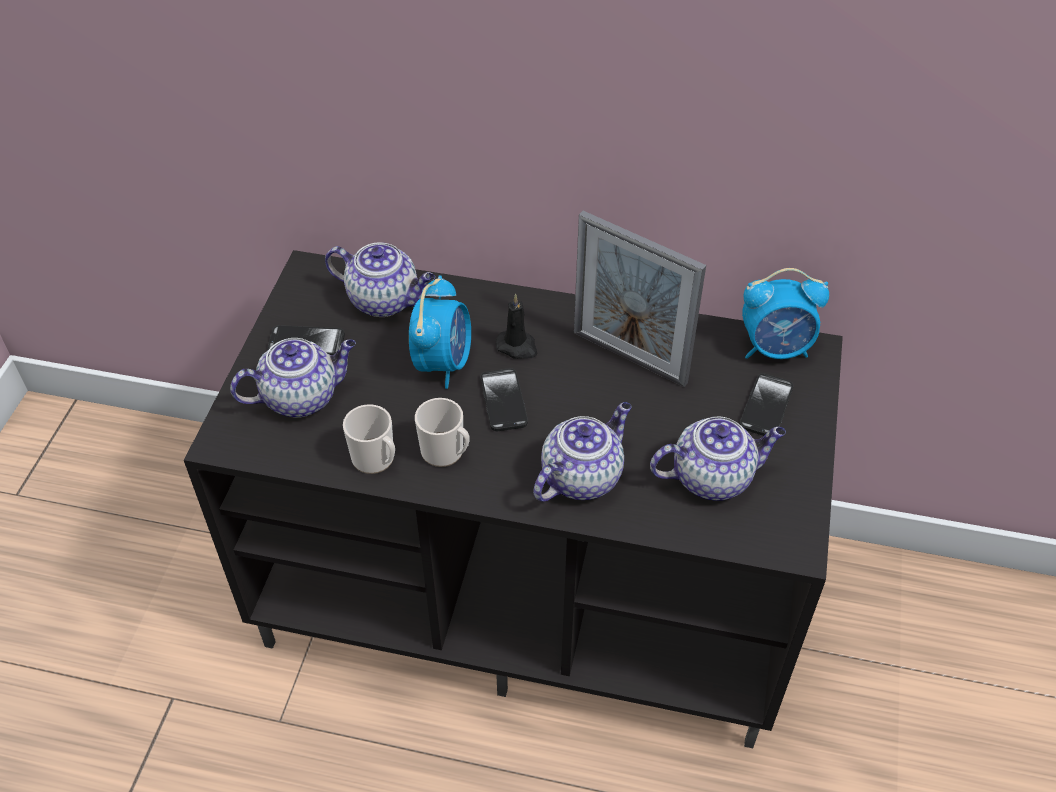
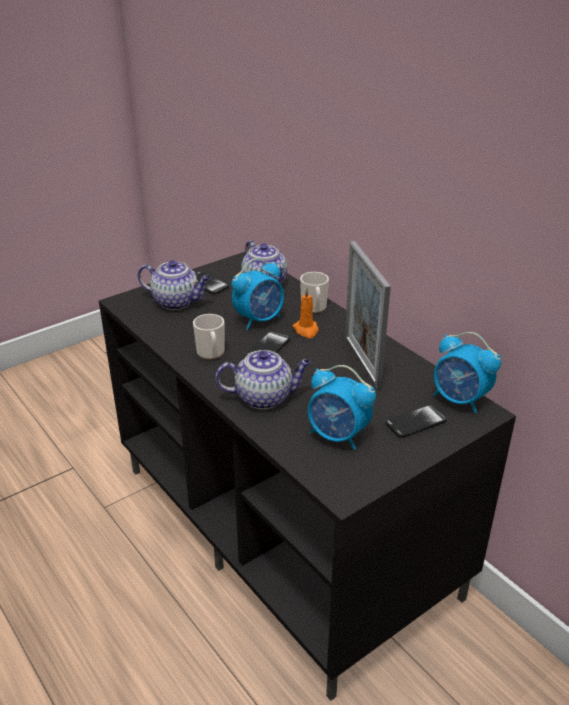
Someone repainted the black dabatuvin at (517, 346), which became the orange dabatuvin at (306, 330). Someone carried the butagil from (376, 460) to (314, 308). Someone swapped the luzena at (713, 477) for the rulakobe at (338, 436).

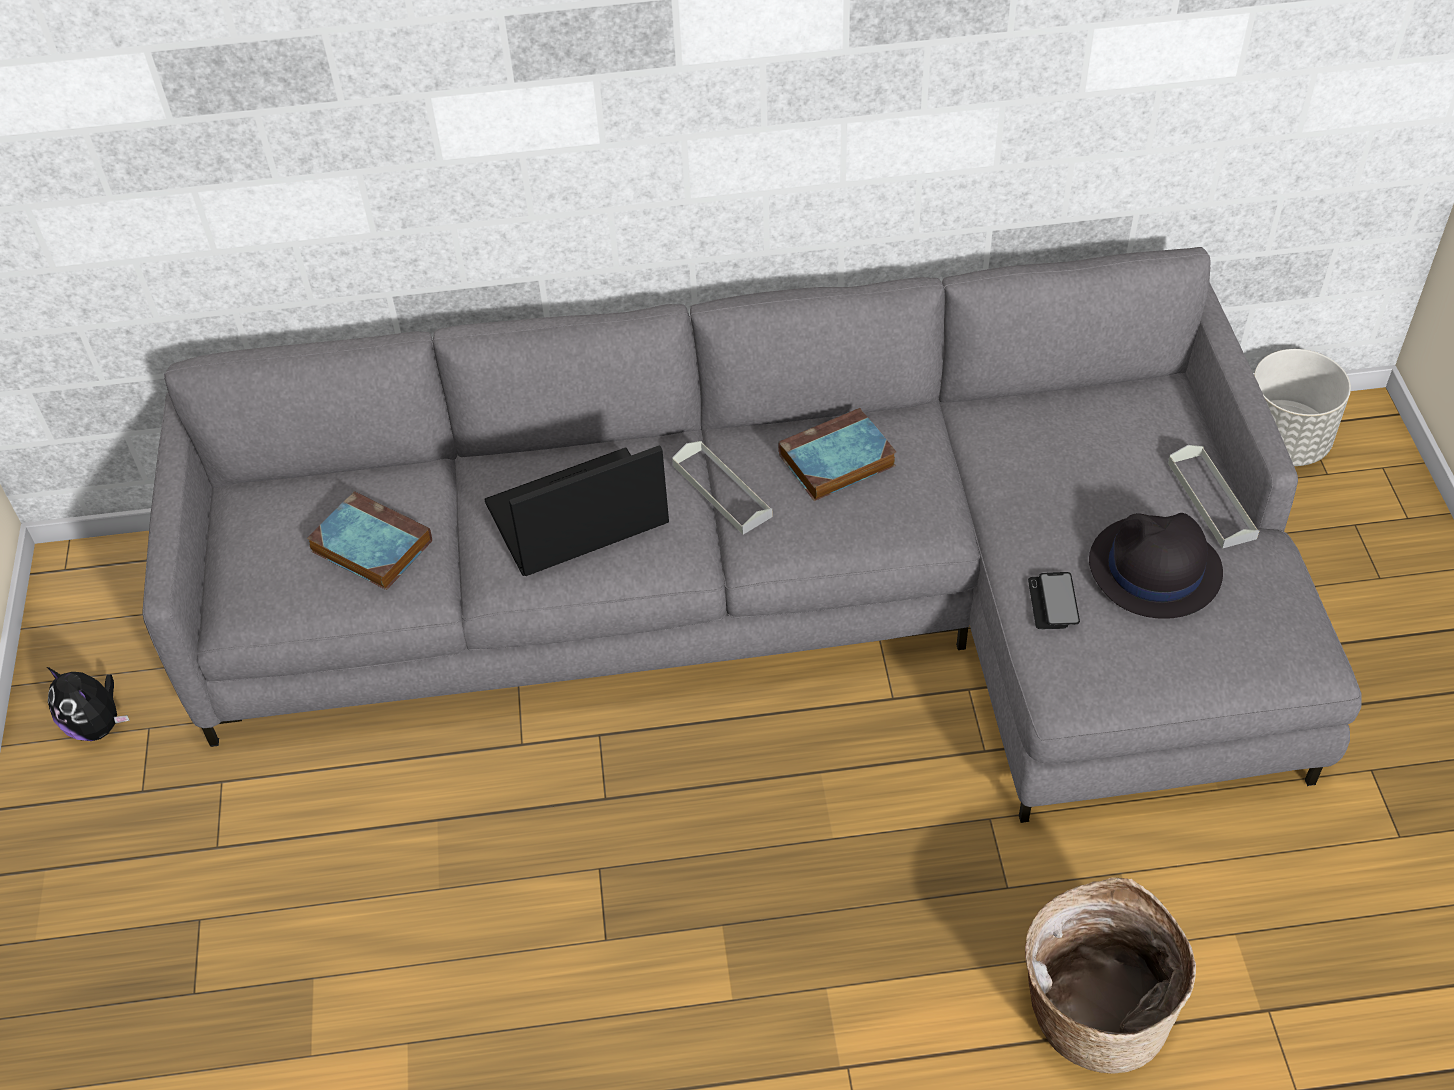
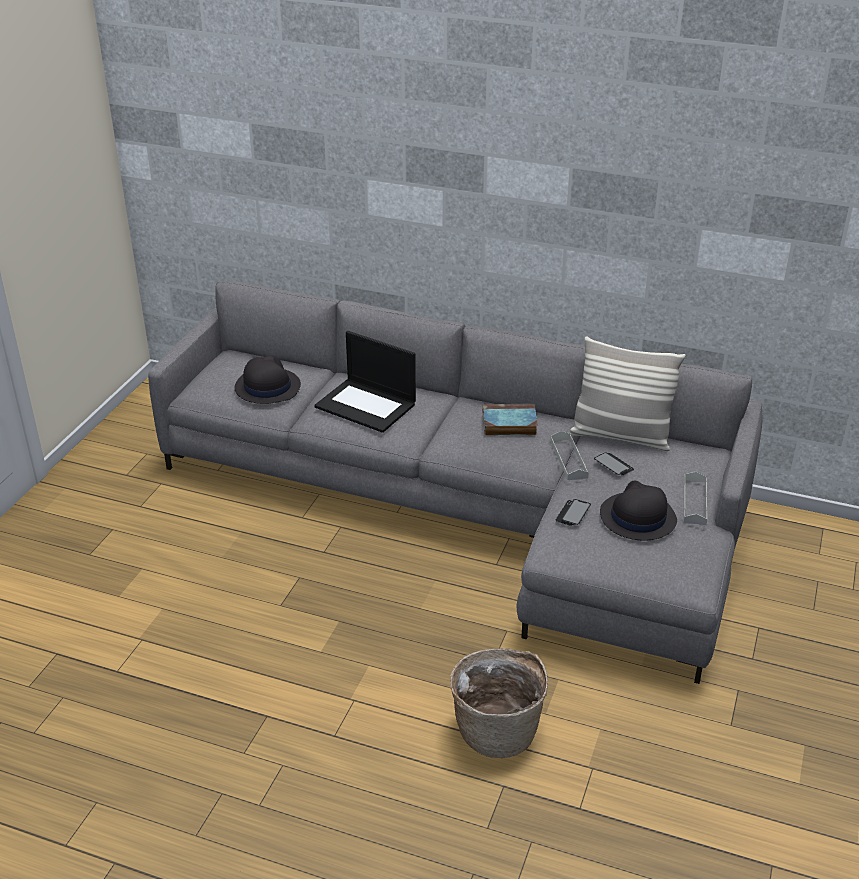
Someone took away the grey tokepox at (1284, 441). Someone carried the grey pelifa from (721, 490) to (568, 459). Someone rotated the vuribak at (576, 516) by 150 degrees counterclockwise. Someone swapped the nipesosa at (369, 546) for the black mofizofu at (267, 387). Someone took away the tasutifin at (98, 725). Someone put down the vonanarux at (620, 436). Someone put down the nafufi at (613, 465).

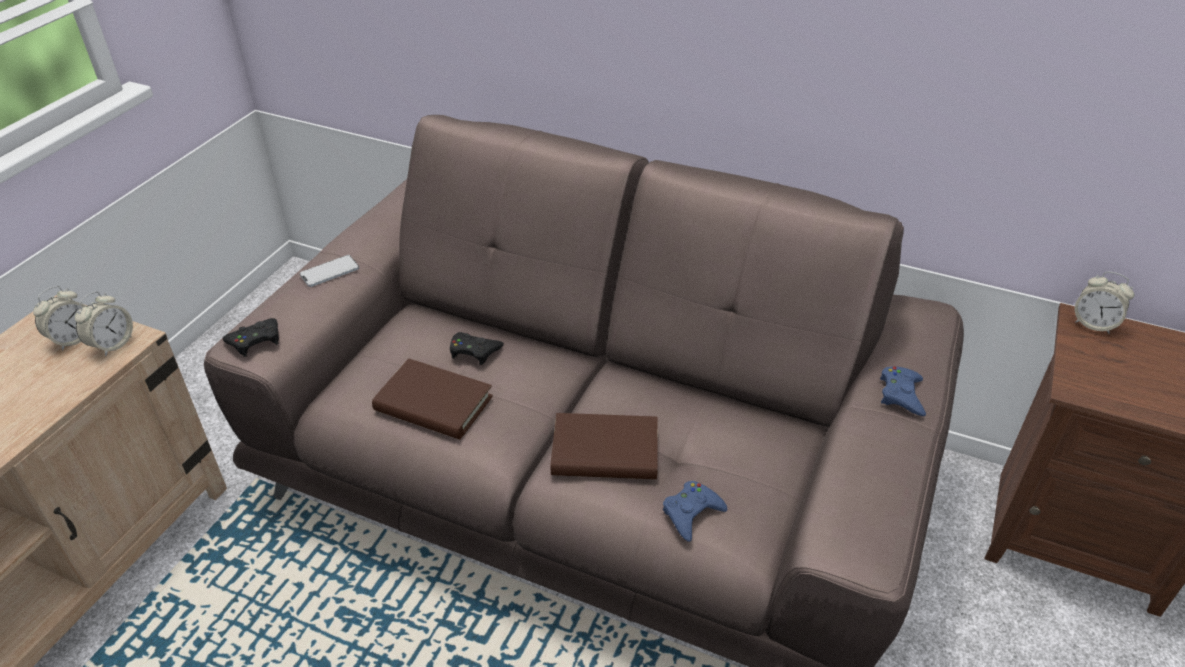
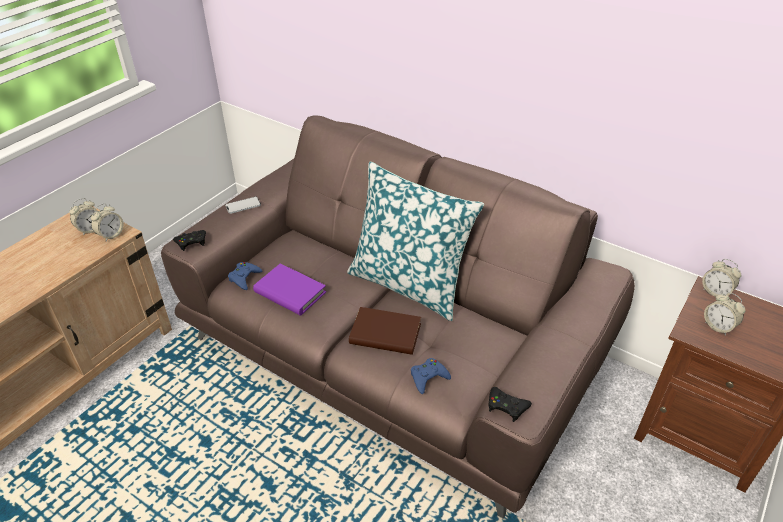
Someone carried the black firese from (474, 351) to (506, 406). Someone repainted the brown nipesosa at (433, 404), which became the purple nipesosa at (290, 292). Someone carried the blue firese from (901, 394) to (244, 278). Someone put down the vonanarux at (409, 284). Someone put down the rulakobe at (718, 326).

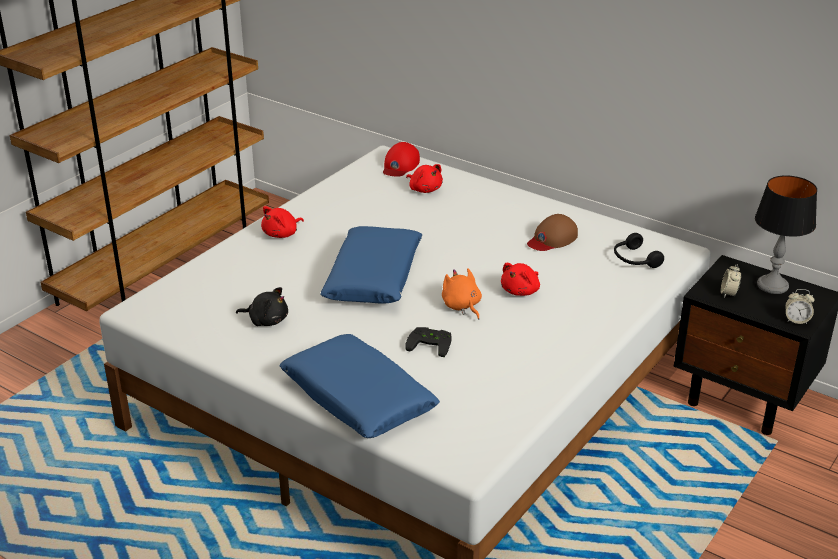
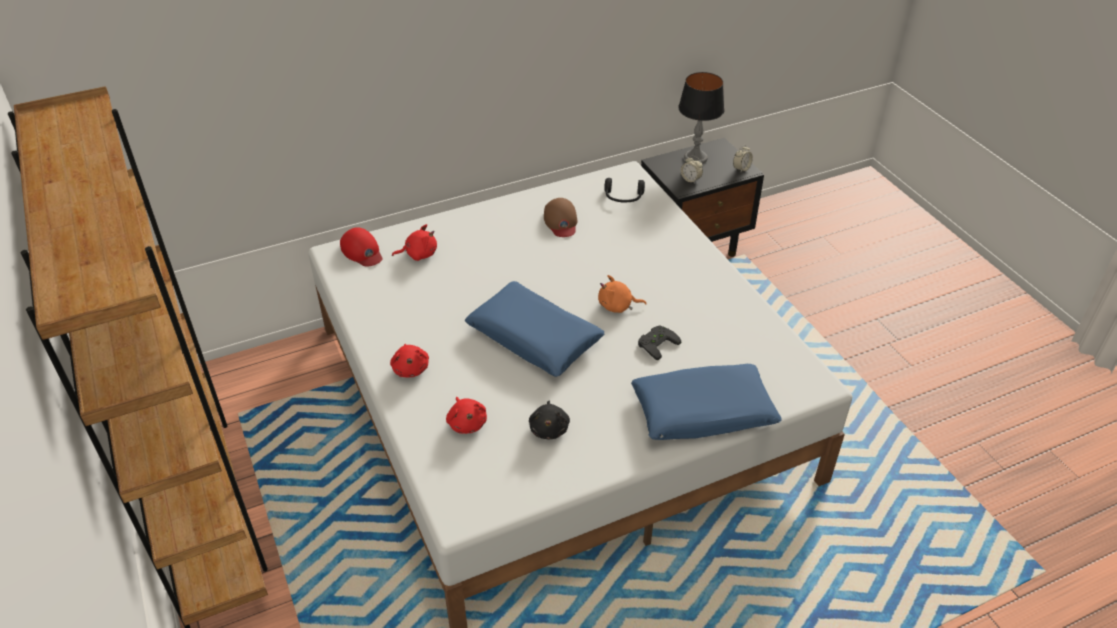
Someone carried the red tasutifin from (521, 291) to (467, 423). Someone rotated the black tasutifin at (266, 320) by 135 degrees clockwise.

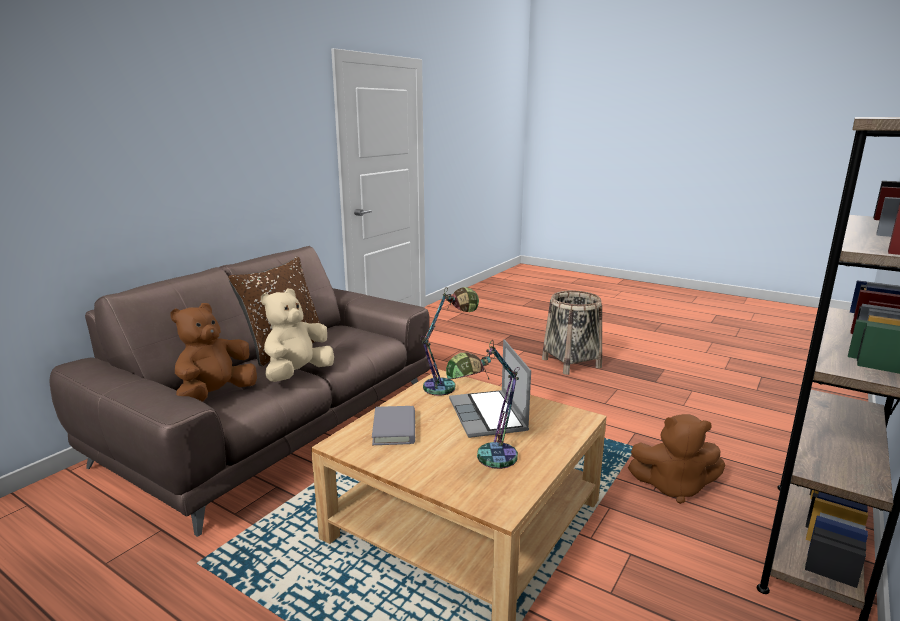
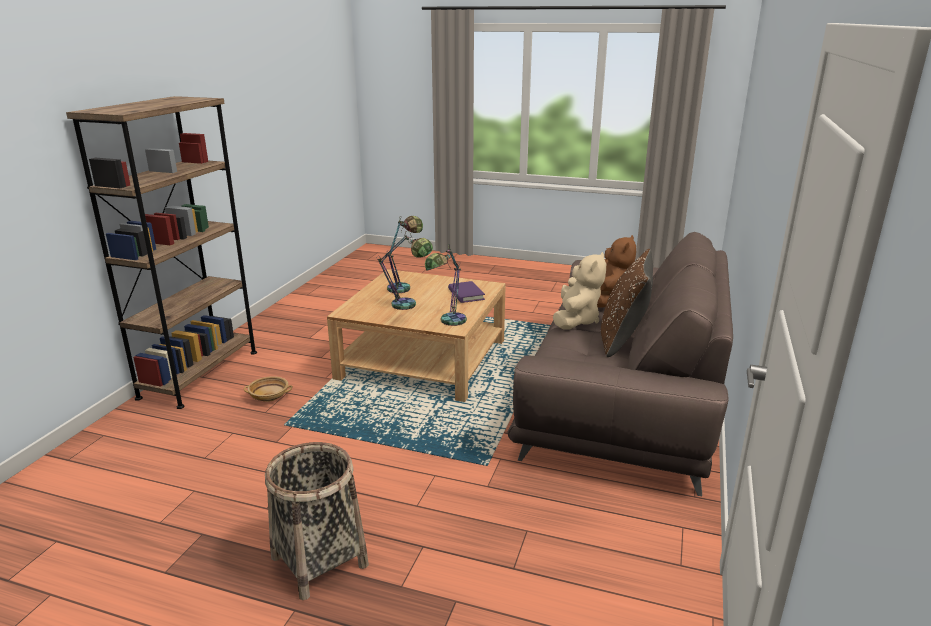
Someone swapped the vuribak at (489, 416) for the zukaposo at (409, 307). Someone repainted the grey nipesosa at (394, 428), which became the purple nipesosa at (466, 294). Someone swapped the brown tasutifin at (673, 487) for the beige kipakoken at (269, 396).

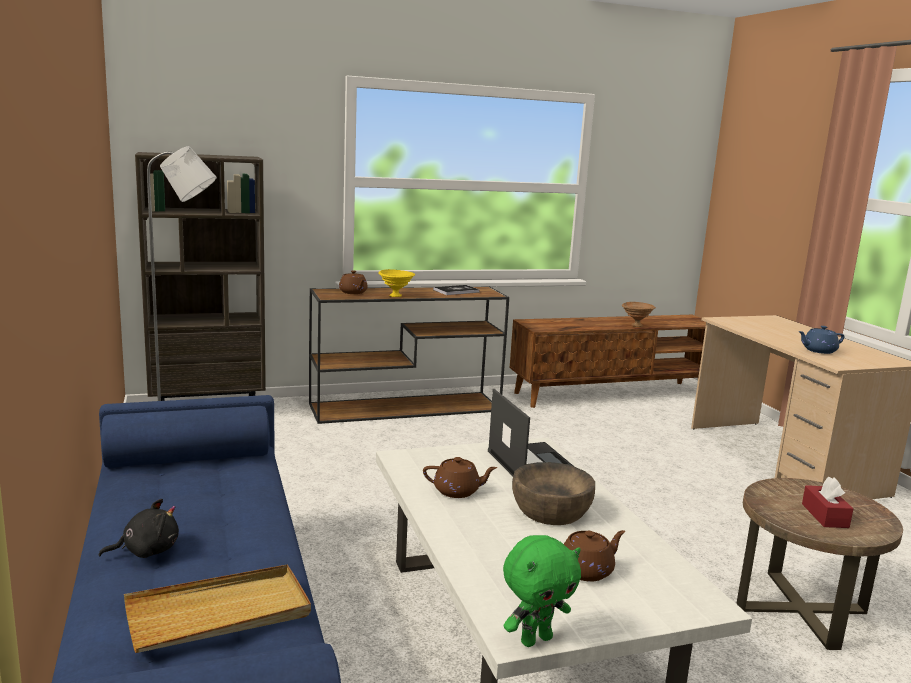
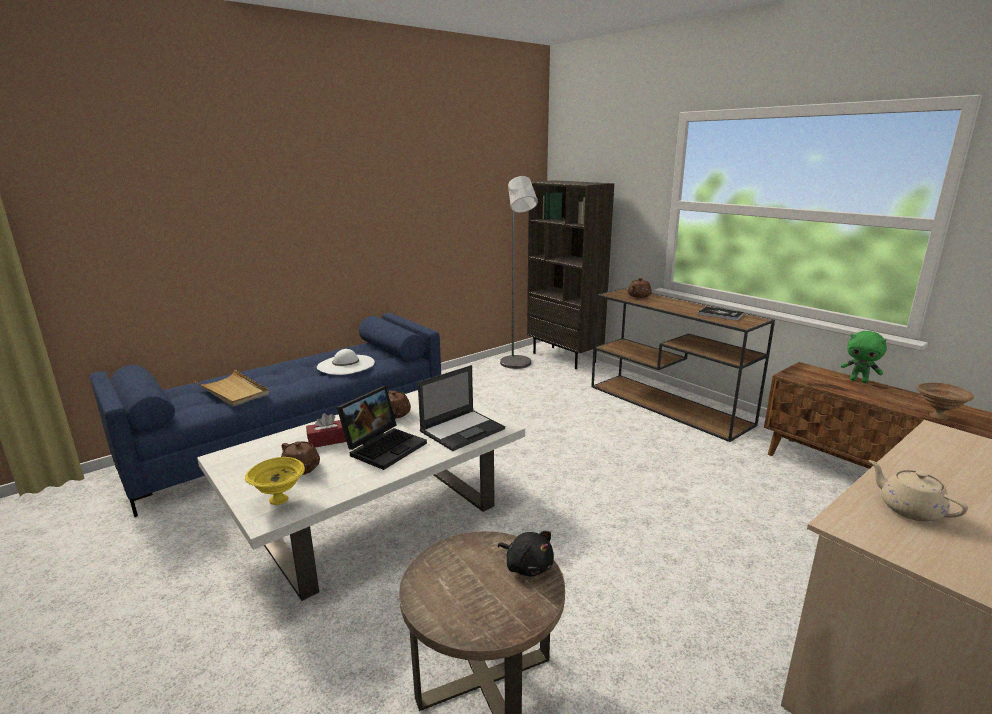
Someone carried the yellow kipakoken from (395, 296) to (280, 500). Someone repainted the blue luzena at (818, 351), which became the beige luzena at (909, 509). Someone swapped the brown kipakoken at (550, 511) for the vuribak at (385, 446). Someone carried the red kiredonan from (824, 516) to (327, 440). Someone carried the black tasutifin from (146, 551) to (527, 566). Someone carried the green tasutifin from (535, 639) to (859, 380). Someone put down the white mofizofu at (346, 365).

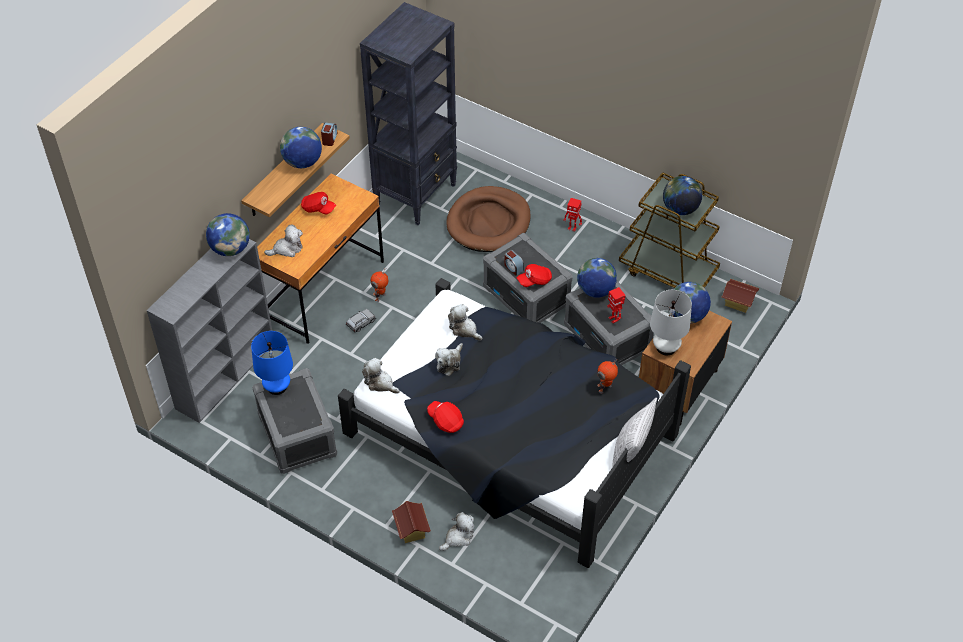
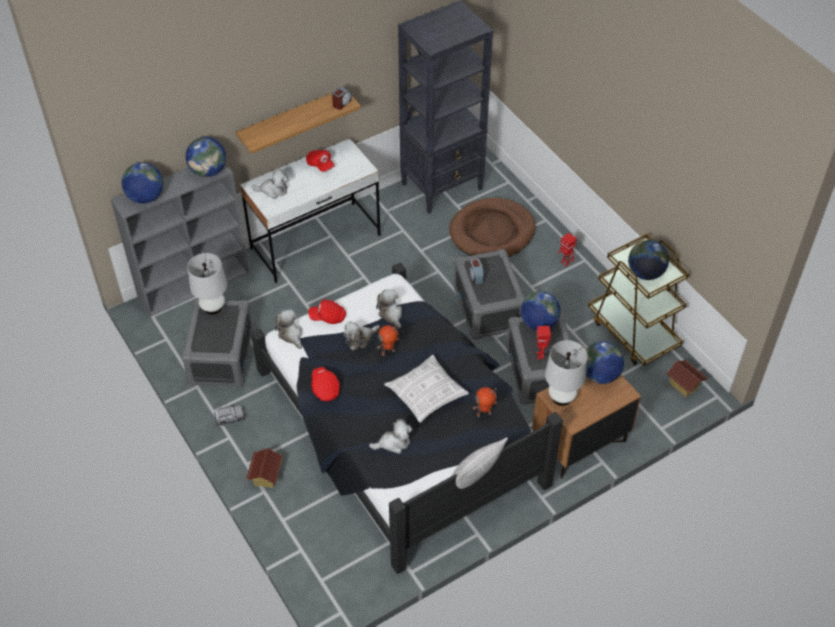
Someone carried the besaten from (302, 162) to (145, 197). Someone repainted the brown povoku at (324, 290), which became the white povoku at (315, 242). Someone carried the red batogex from (534, 280) to (328, 317). Someone carried the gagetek from (381, 297) to (388, 352). Someone carried the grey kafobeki from (361, 323) to (230, 418). Someone repainted the blue zukaposo at (277, 387), which became the white zukaposo at (213, 307). Someone carried the tasutifin from (458, 537) to (393, 443). Someone put down the vonanarux at (426, 395).

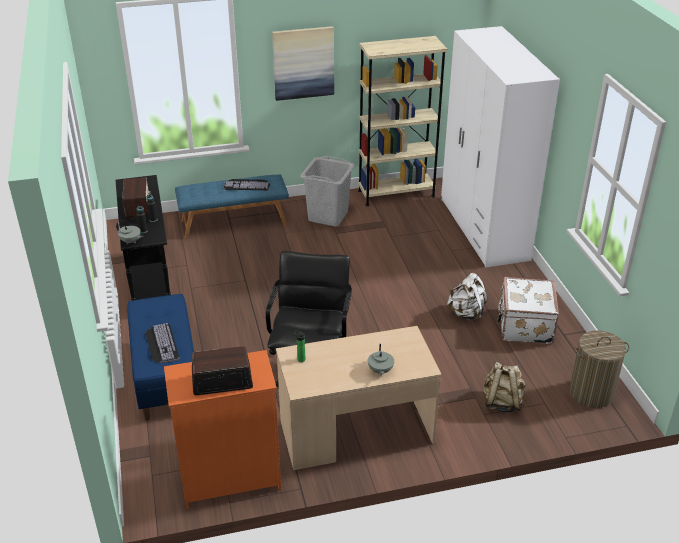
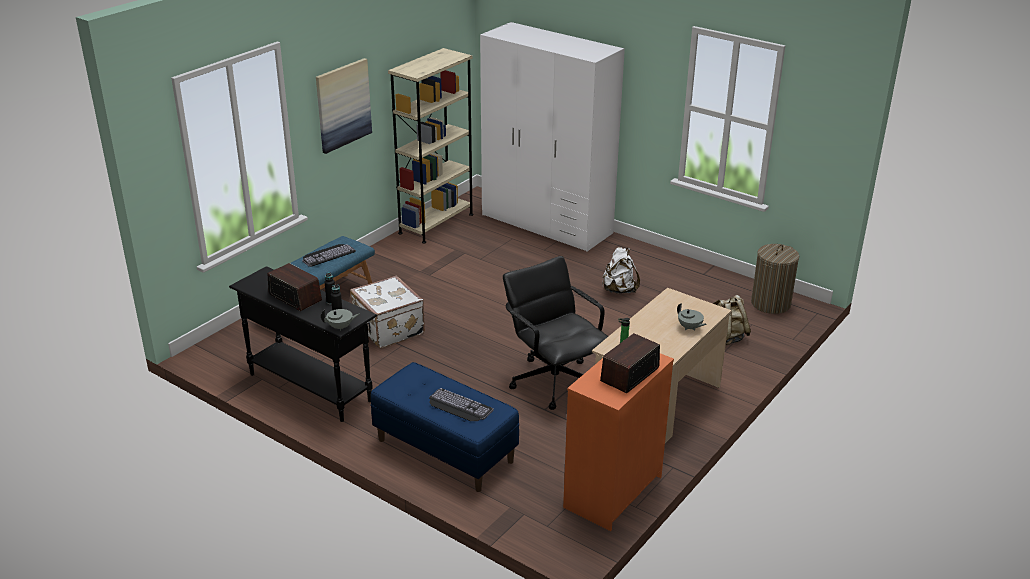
Someone took away the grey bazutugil at (327, 216). Someone carried the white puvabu from (524, 326) to (387, 329).

